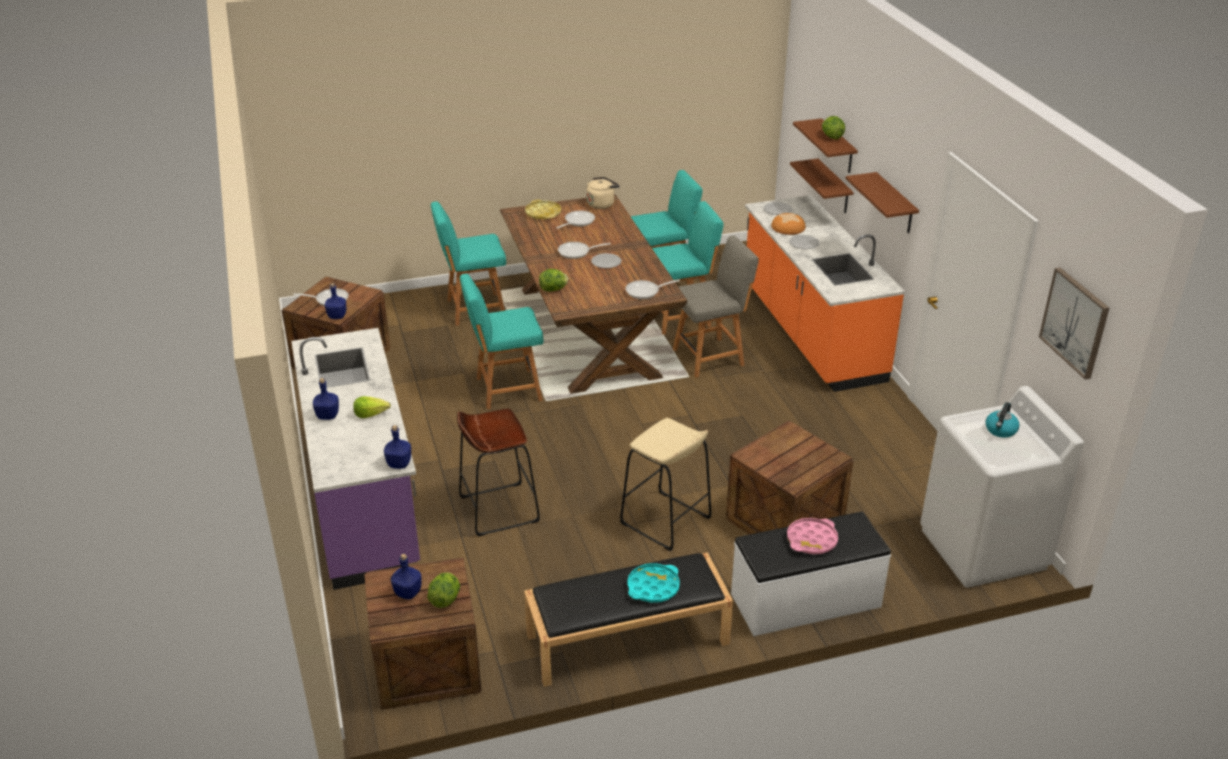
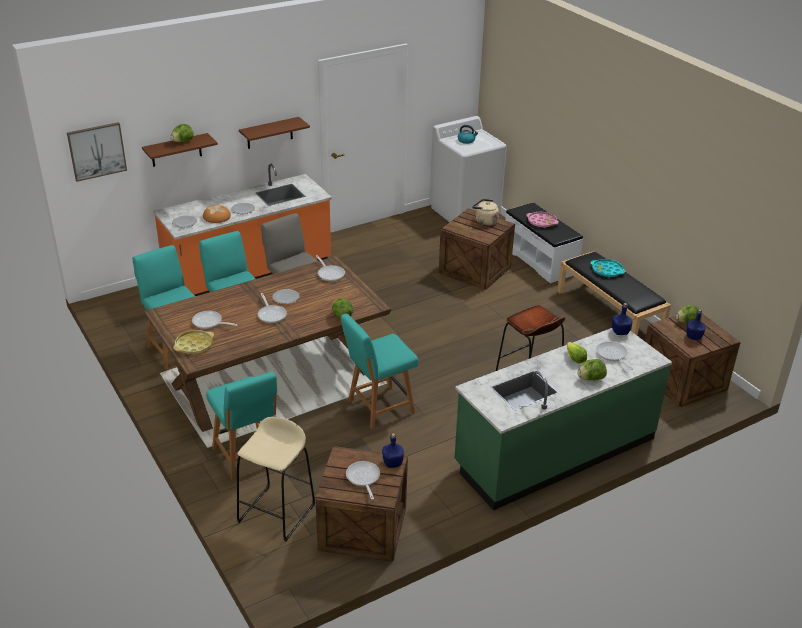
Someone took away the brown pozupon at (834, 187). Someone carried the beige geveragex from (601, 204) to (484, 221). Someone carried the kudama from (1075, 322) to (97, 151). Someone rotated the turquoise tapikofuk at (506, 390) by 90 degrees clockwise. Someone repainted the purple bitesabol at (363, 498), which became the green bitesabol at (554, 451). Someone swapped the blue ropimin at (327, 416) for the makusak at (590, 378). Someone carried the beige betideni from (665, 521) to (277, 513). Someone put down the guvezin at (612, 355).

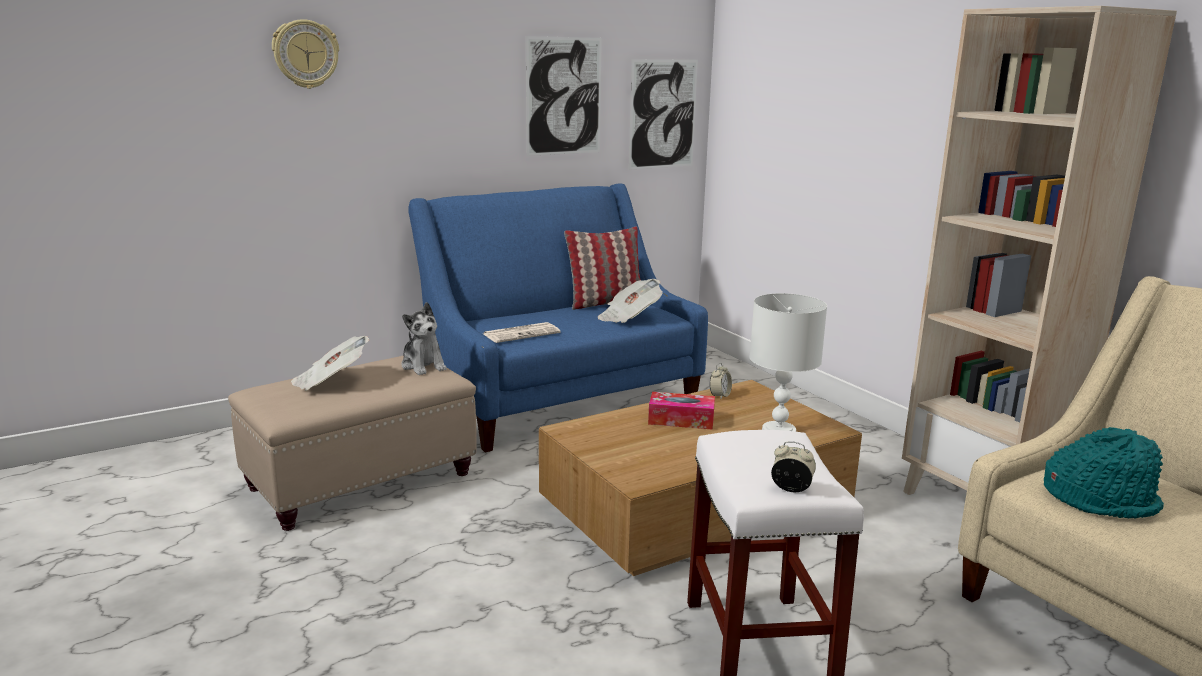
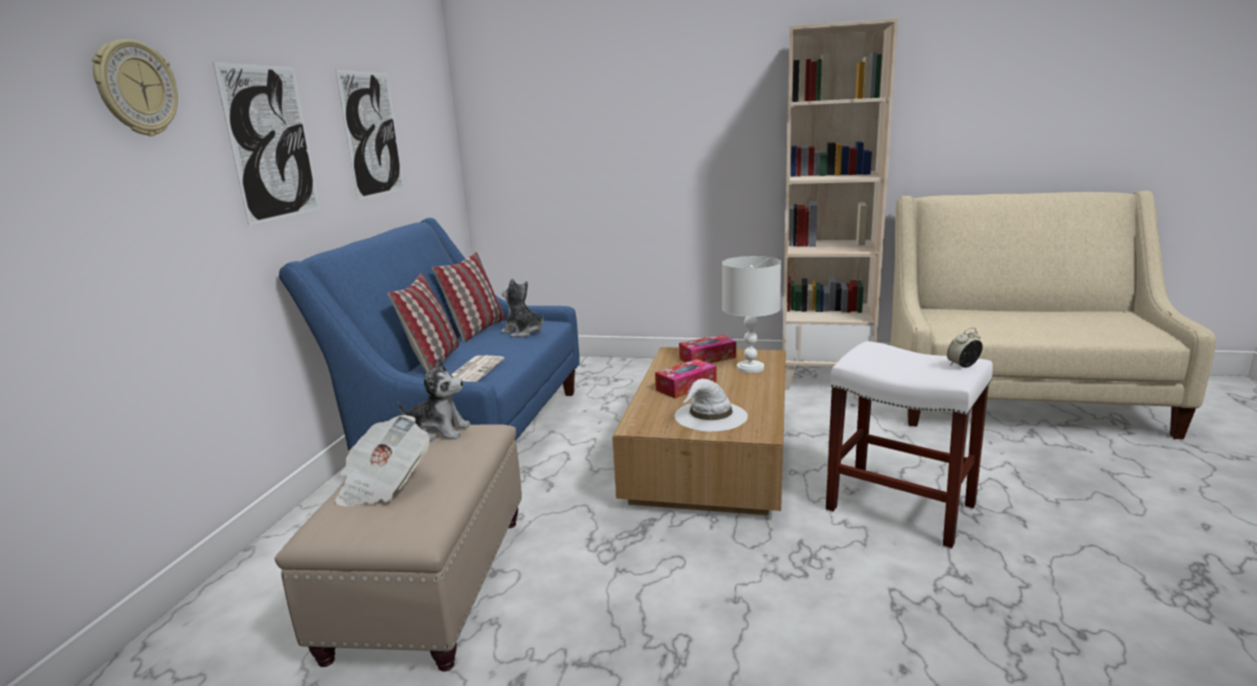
Someone carried the kudama from (663, 114) to (271, 143). Someone swapped the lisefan at (629, 317) for the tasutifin at (523, 332). Someone took away the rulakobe at (720, 396). Someone took away the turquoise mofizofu at (1100, 499). Someone put down the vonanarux at (434, 360). Someone put down the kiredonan at (707, 358). Someone put down the white mofizofu at (710, 416).

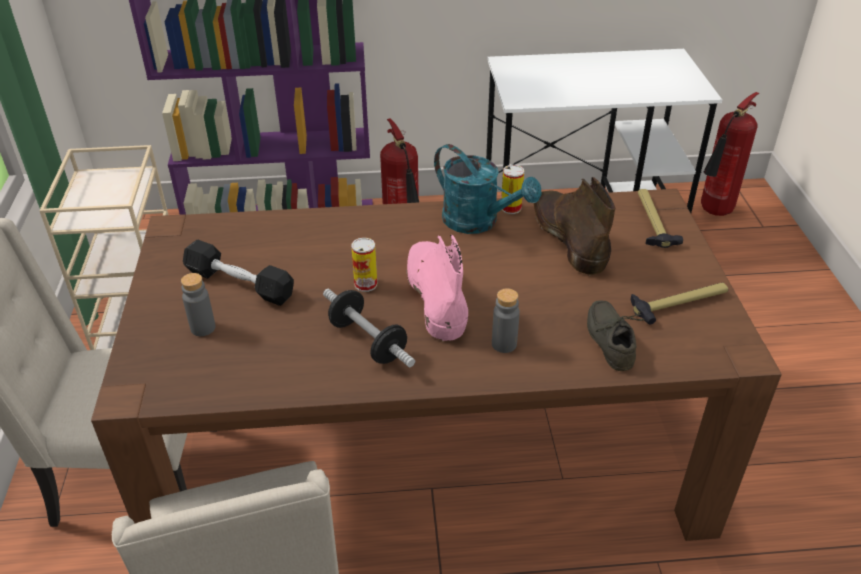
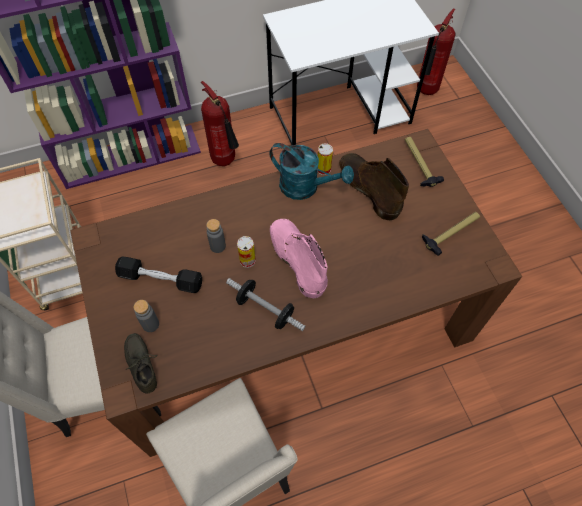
Someone carried the grey ropimin from (504, 344) to (218, 246). Someone carried the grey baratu from (612, 340) to (144, 364).

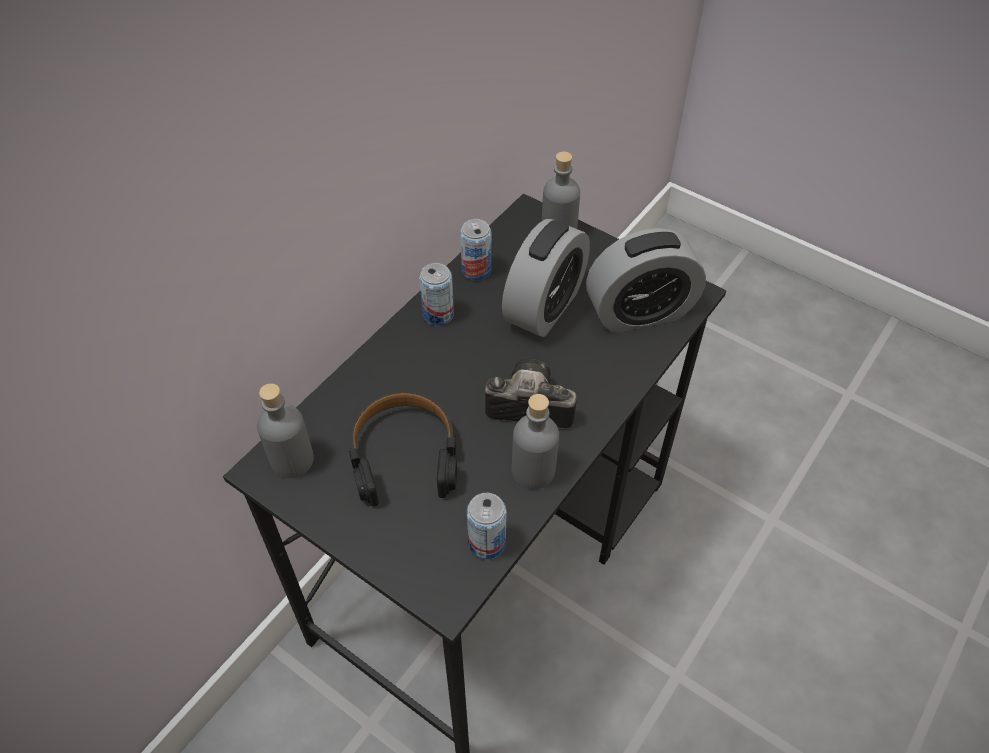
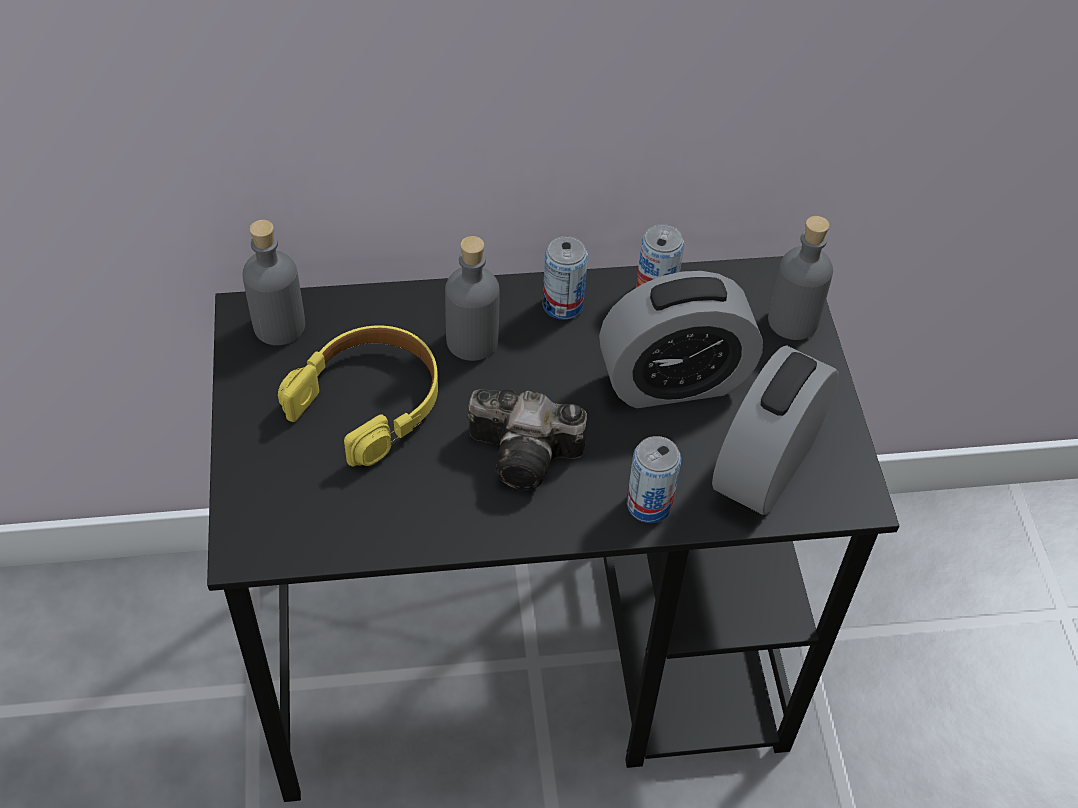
Someone rotated the rulakobe at (639, 312) by 90 degrees clockwise. Someone rotated the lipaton at (526, 406) by 135 degrees clockwise. Someone repainted the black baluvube at (404, 455), which became the yellow baluvube at (369, 401). Someone carried the grey ropimin from (533, 470) to (472, 341). Someone carried the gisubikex from (486, 543) to (649, 504).

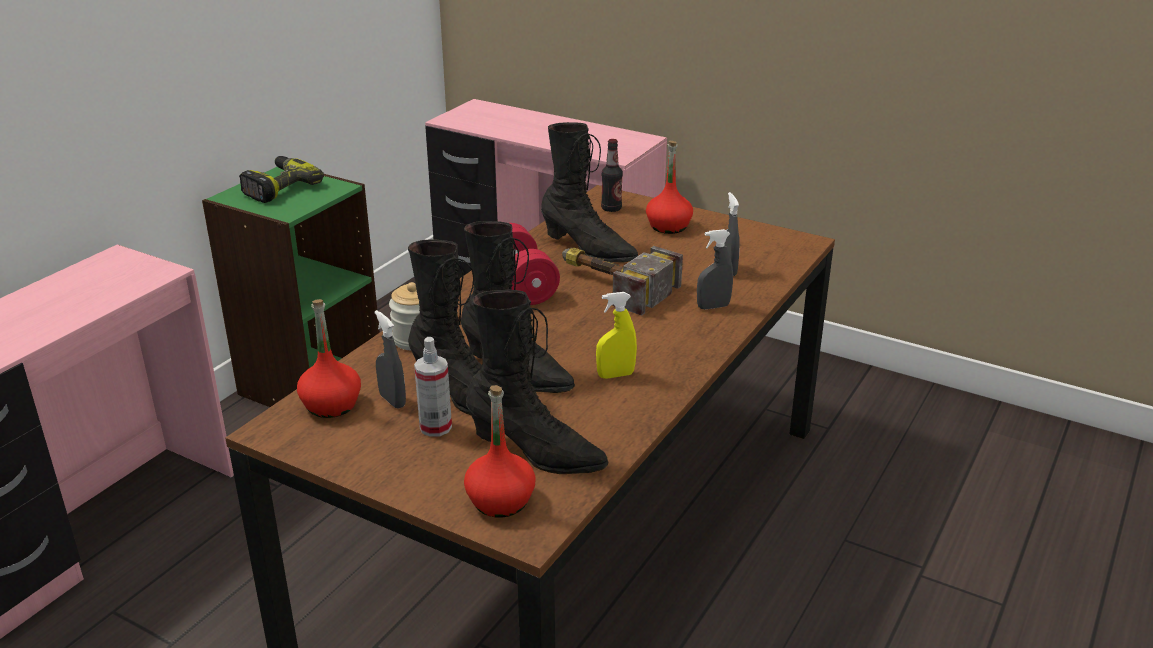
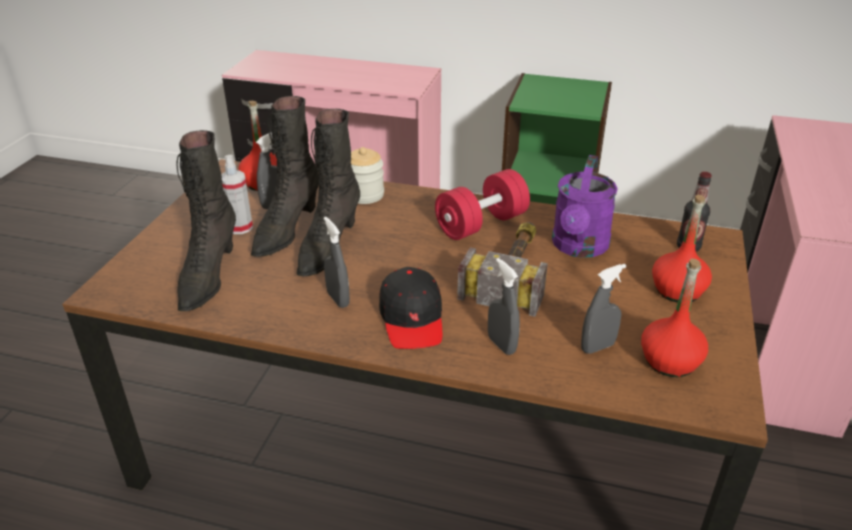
Someone swapped the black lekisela at (588, 249) for the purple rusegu at (579, 247). Someone took away the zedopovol at (278, 187). Someone repainted the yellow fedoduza at (615, 375), which became the grey fedoduza at (338, 299). Someone carried the red ropimin from (500, 501) to (670, 361). Someone put down the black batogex at (412, 319).

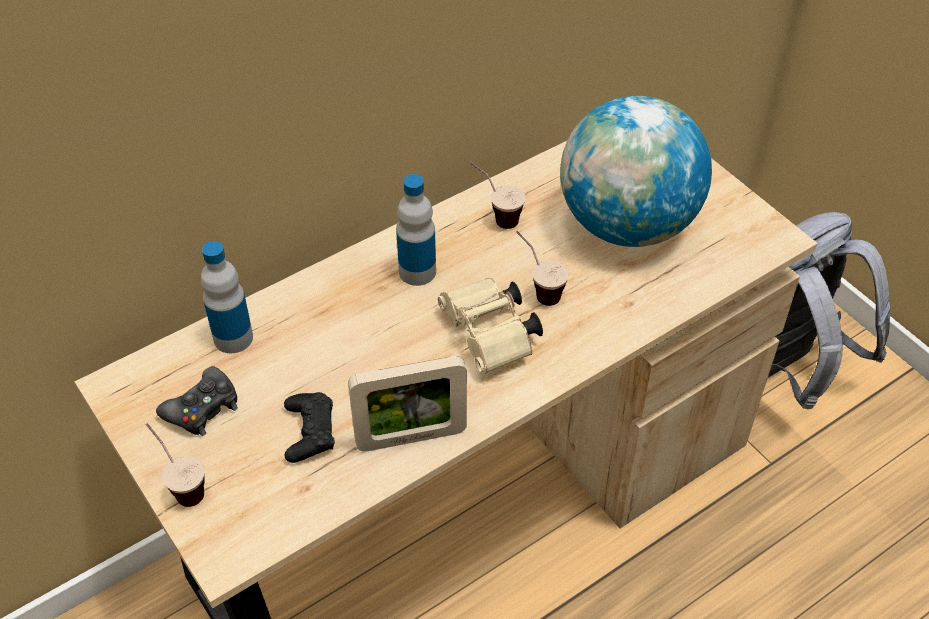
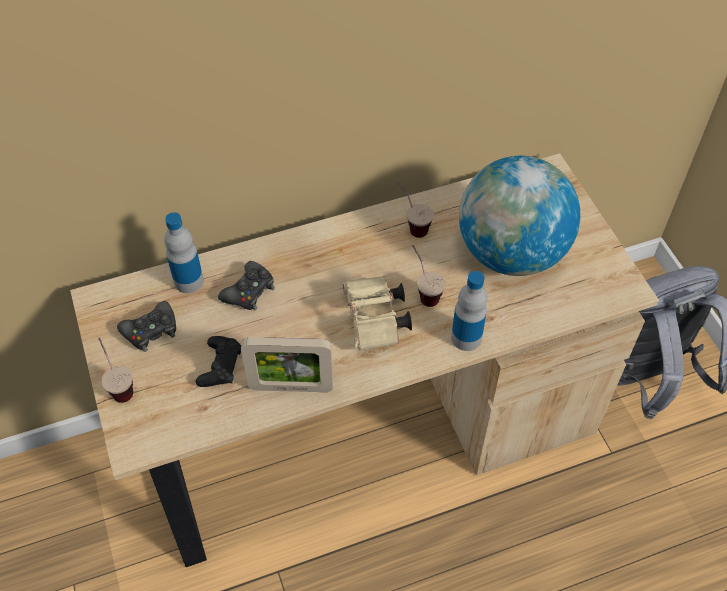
Someone carried the ropimin from (417, 271) to (466, 338). Someone put down the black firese at (249, 291).

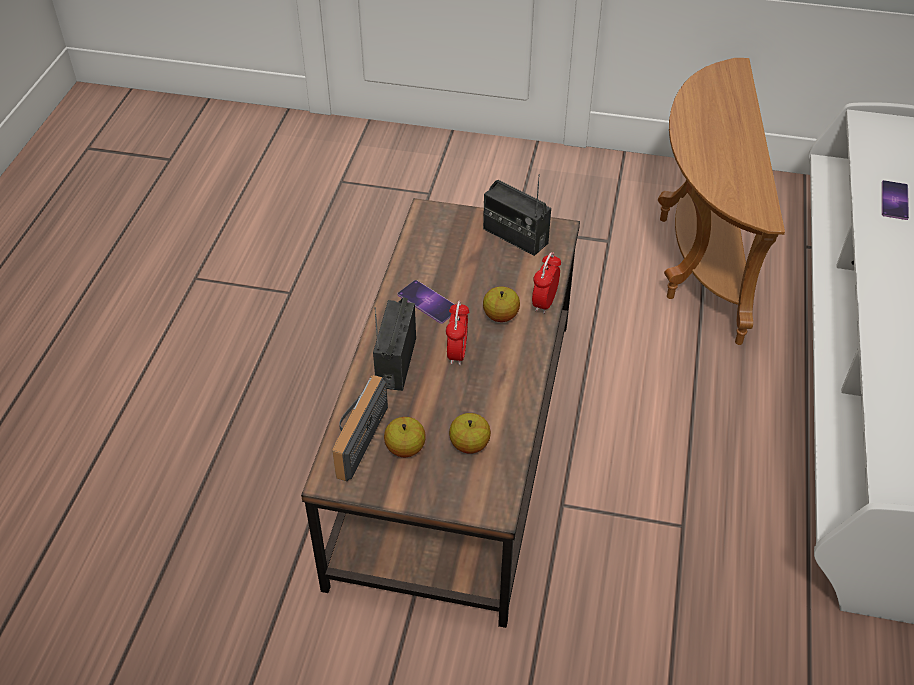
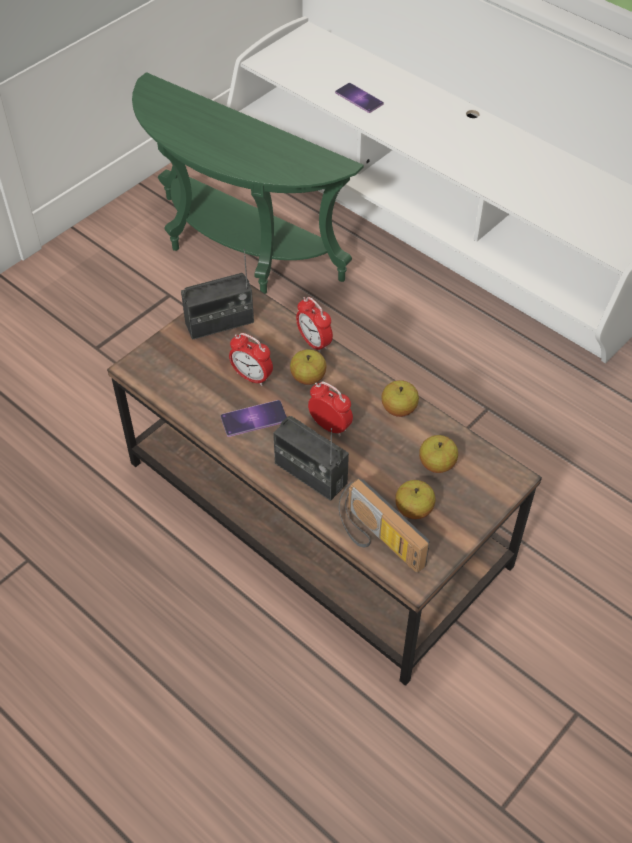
Someone repainted the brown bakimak at (699, 258), which became the green bakimak at (237, 252). Someone put down the rulakobe at (252, 377). Someone put down the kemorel at (399, 409).

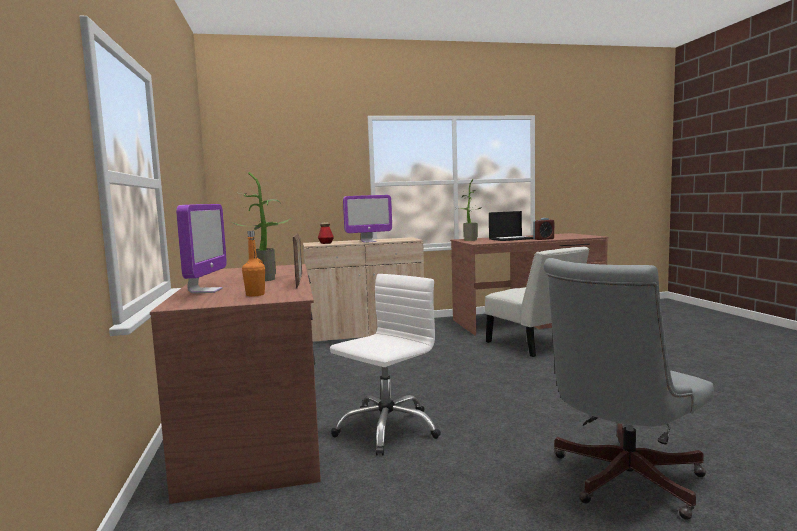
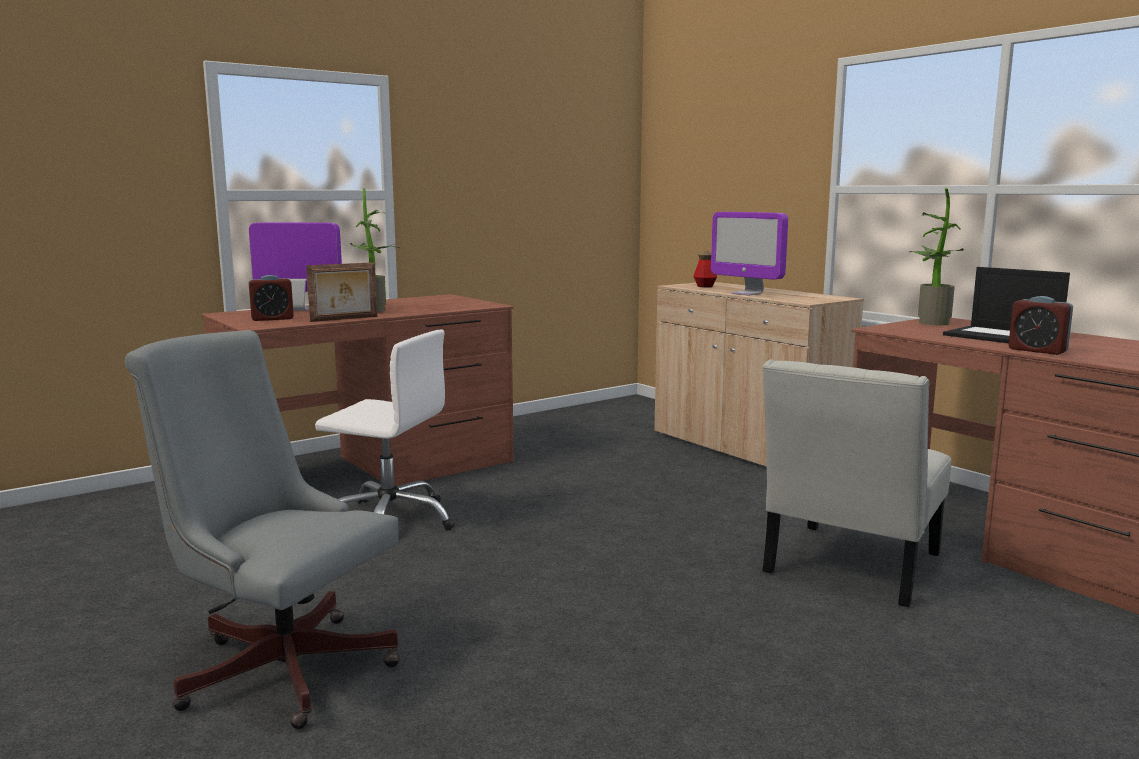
Someone rotated the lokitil at (205, 291) by 150 degrees counterclockwise. Someone swapped the orange ropimin at (255, 295) for the rulakobe at (272, 319).

